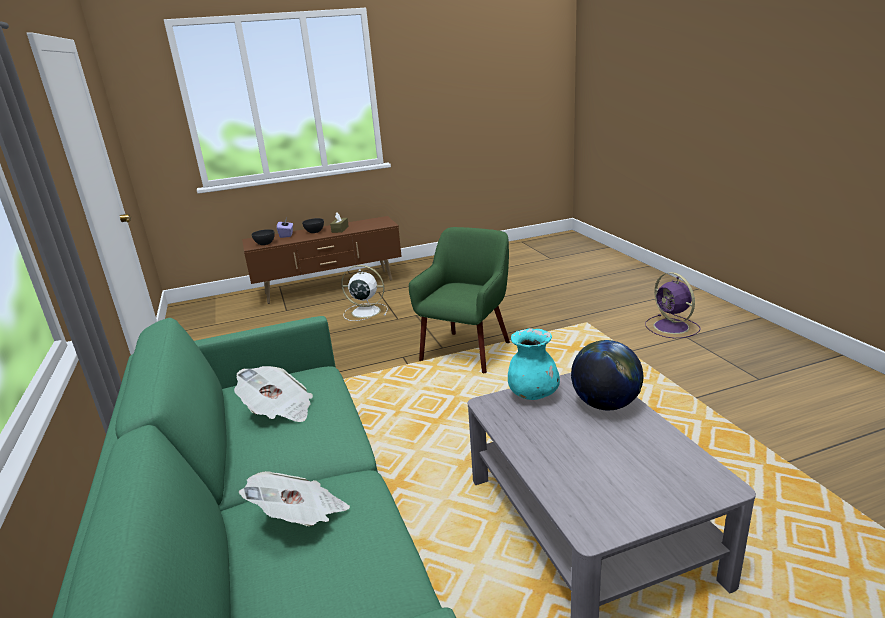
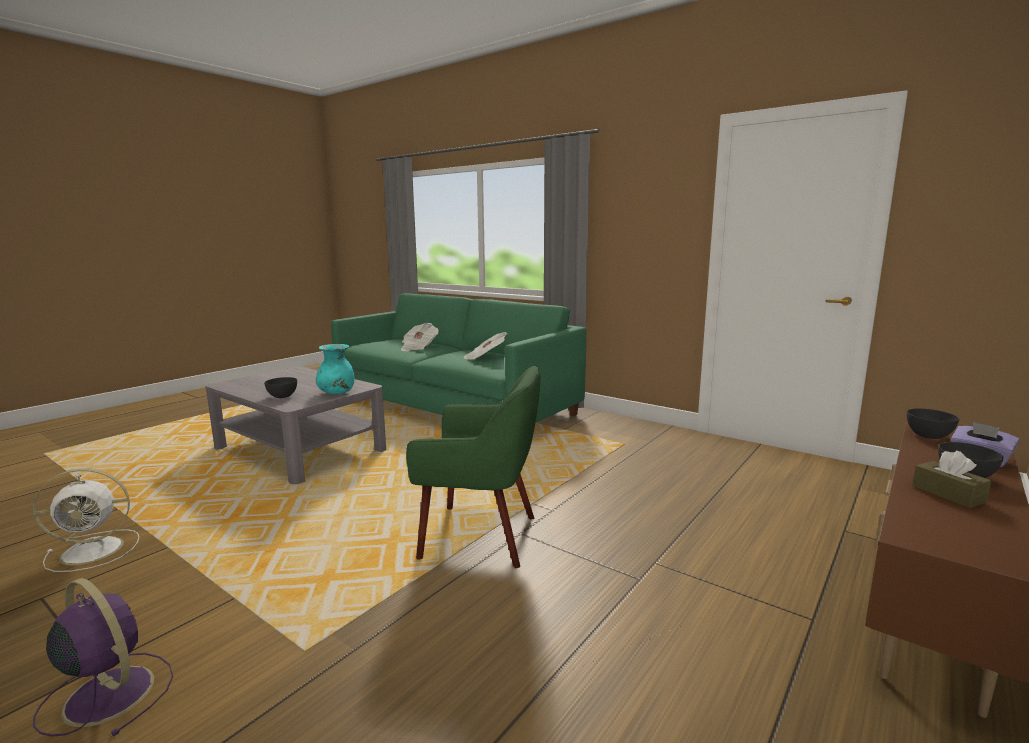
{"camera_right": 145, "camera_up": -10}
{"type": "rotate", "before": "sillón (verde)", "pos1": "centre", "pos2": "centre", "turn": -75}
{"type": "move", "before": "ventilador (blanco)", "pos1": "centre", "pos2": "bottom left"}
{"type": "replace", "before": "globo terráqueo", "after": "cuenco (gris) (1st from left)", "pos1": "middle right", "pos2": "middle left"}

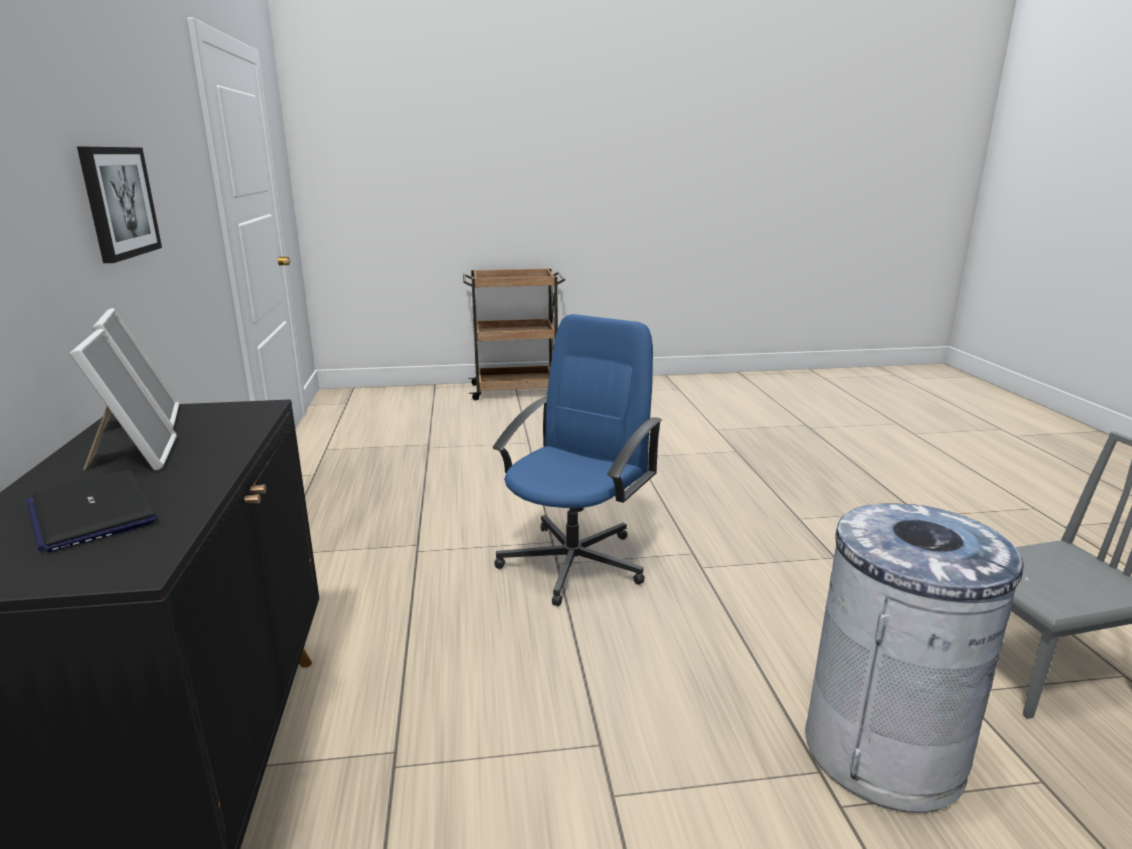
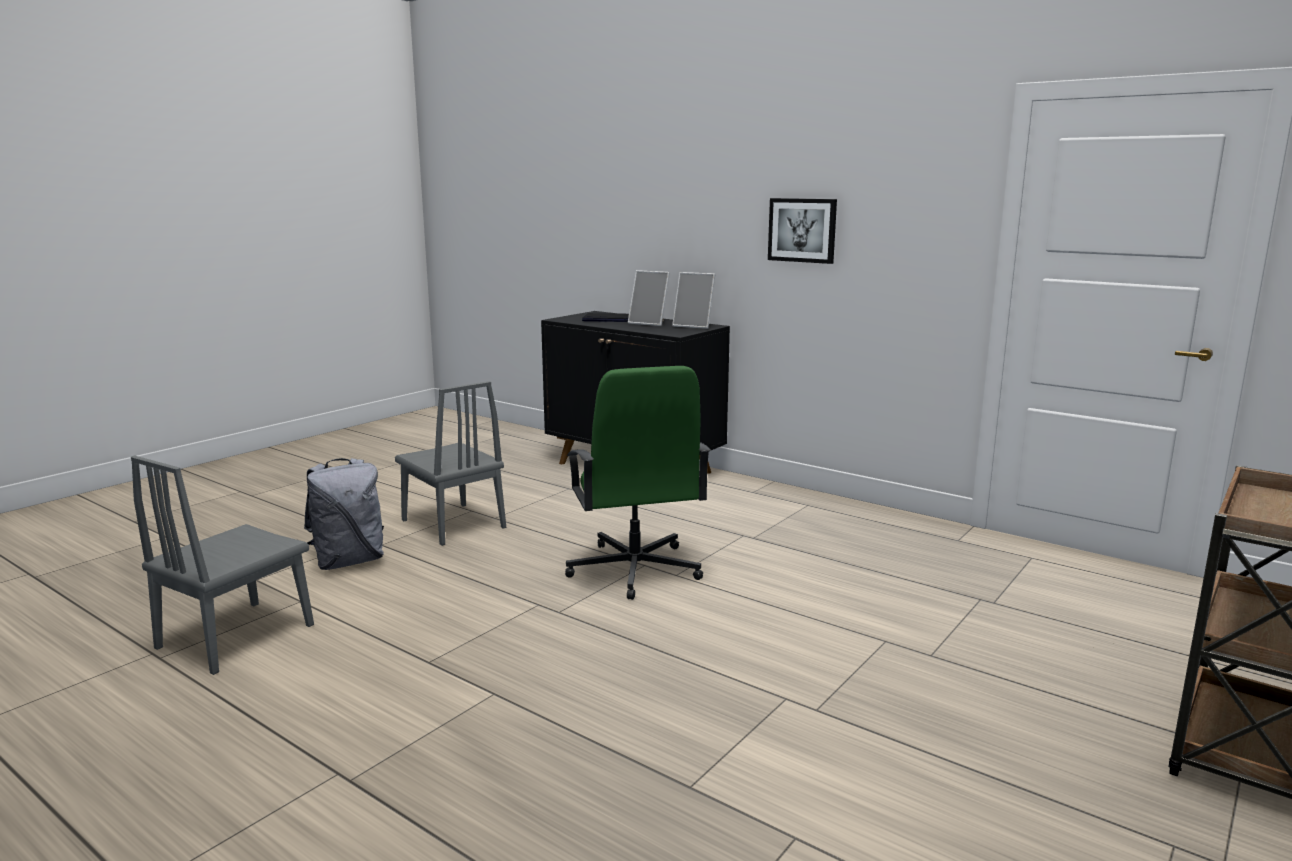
{"camera_right": 135, "camera_up": -5}
{"type": "recolor", "before": "silla de oficina (azul)", "after": "silla de oficina (verde)", "pos1": "centre", "pos2": "centre"}
{"type": "replace", "before": "papelera (gris)", "after": "mochila (gris)", "pos1": "bottom right", "pos2": "middle left"}
{"type": "insert", "after": "silla (gris) (2nd from left)", "pos2": "centre"}

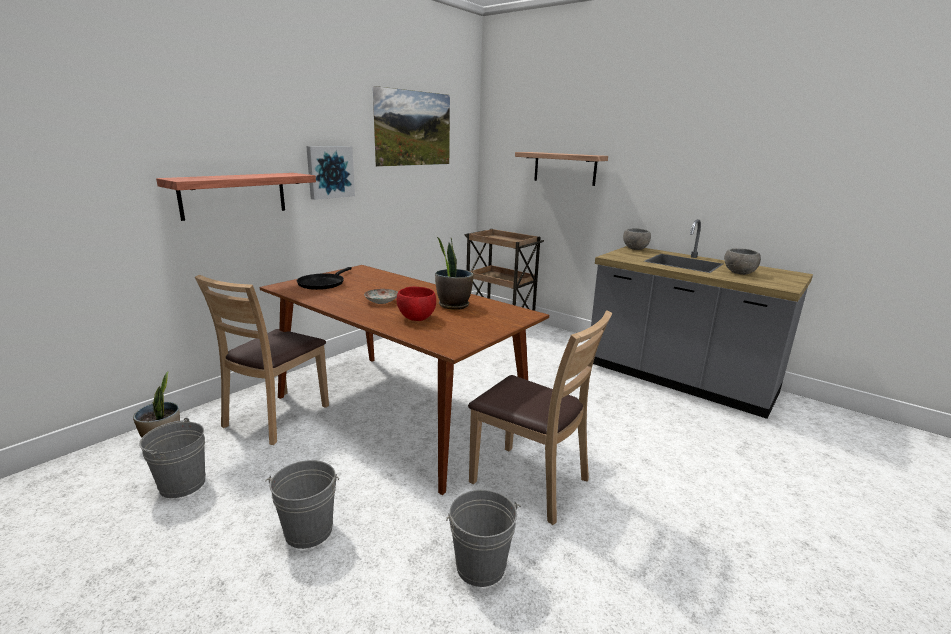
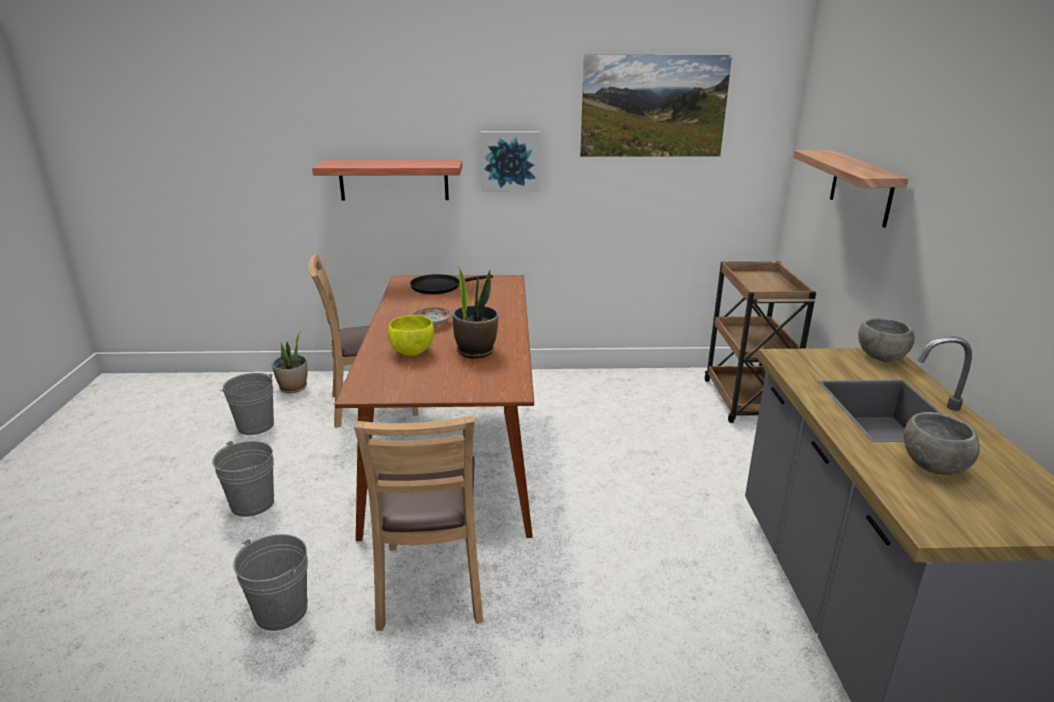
{"camera_right": 50, "camera_up": 5}
{"type": "recolor", "before": "cuenco (rojo)", "after": "cuenco (amarillo)", "pos1": "centre", "pos2": "centre"}

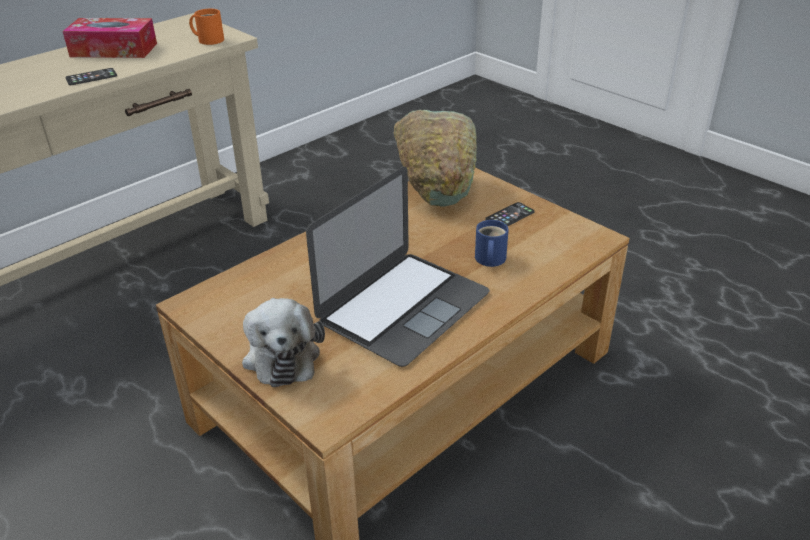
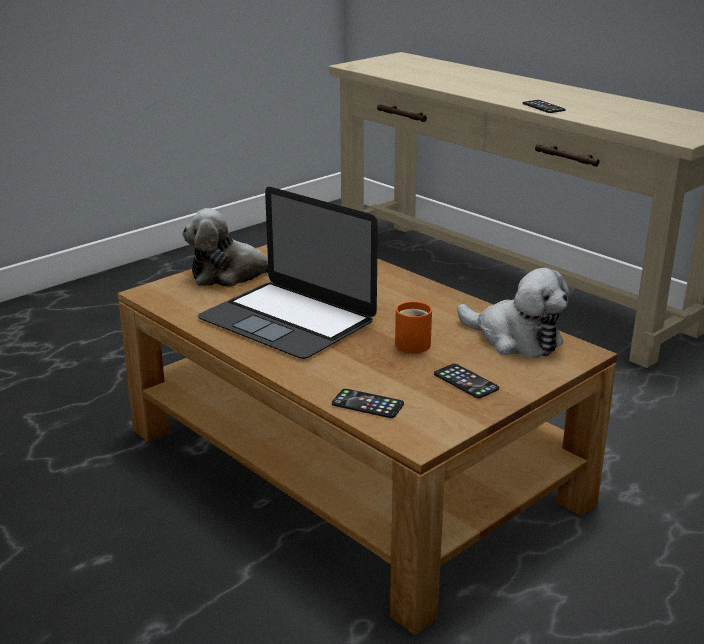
{"camera_right": 90, "camera_up": -10}
{"type": "move", "before": "taza grande (naranja)", "pos1": "top left", "pos2": "centre"}
{"type": "delete", "before": "caja de pañuelos", "pos1": "top left"}
{"type": "replace", "before": "cuenco (verde)", "after": "peluche (2nd from left)", "pos1": "top centre", "pos2": "middle right"}
{"type": "delete", "before": "taza grande (azul)", "pos1": "centre"}
{"type": "insert", "after": "móvil (1st from left)", "pos2": "centre"}

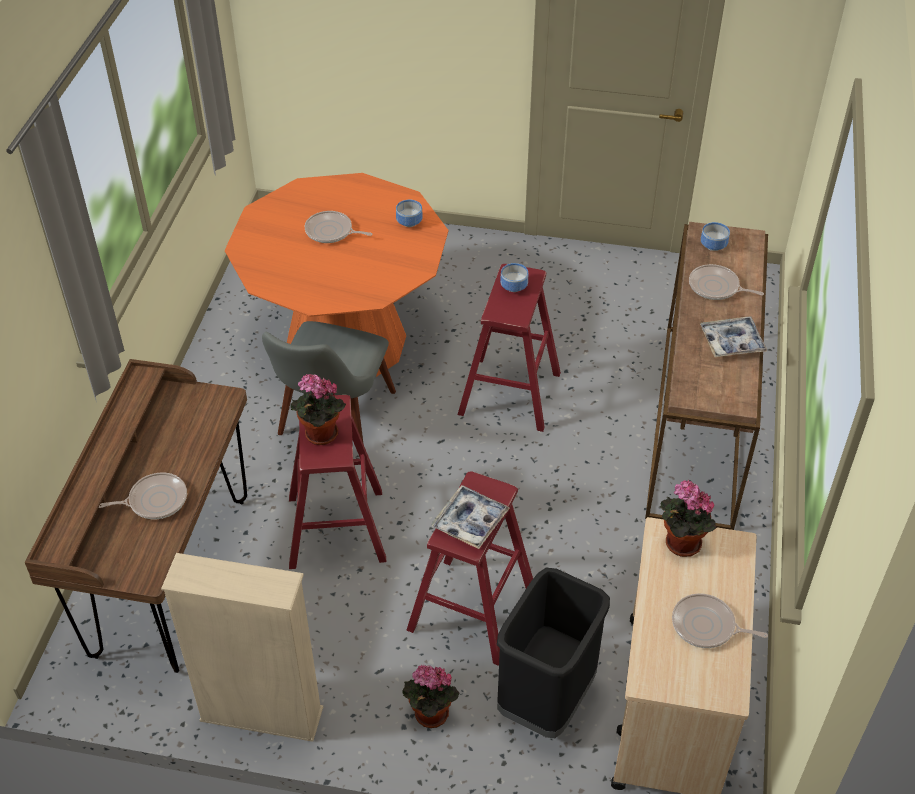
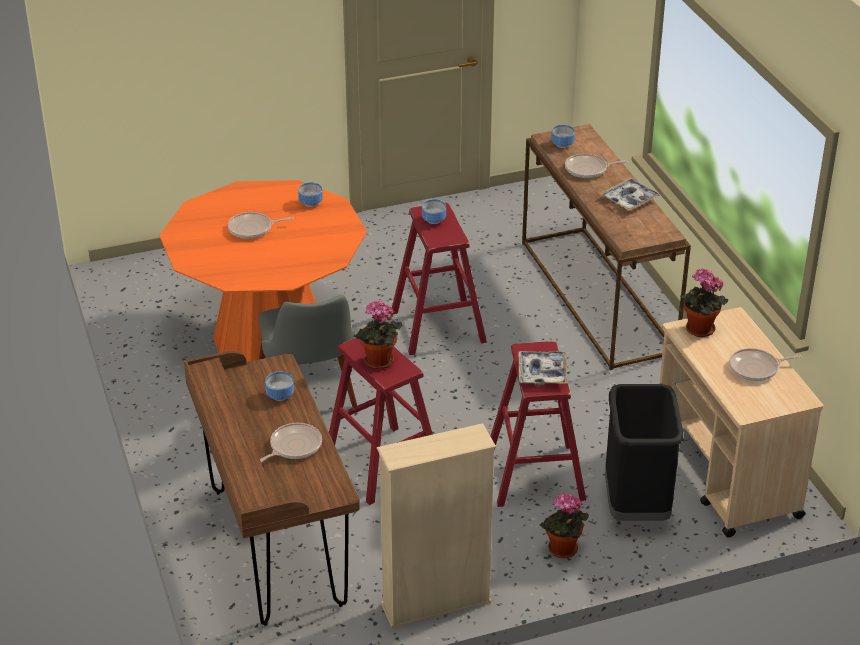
{"camera_right": -30, "camera_up": -10}
{"type": "insert", "after": "cuenco (1st from left)", "pos2": "middle left"}

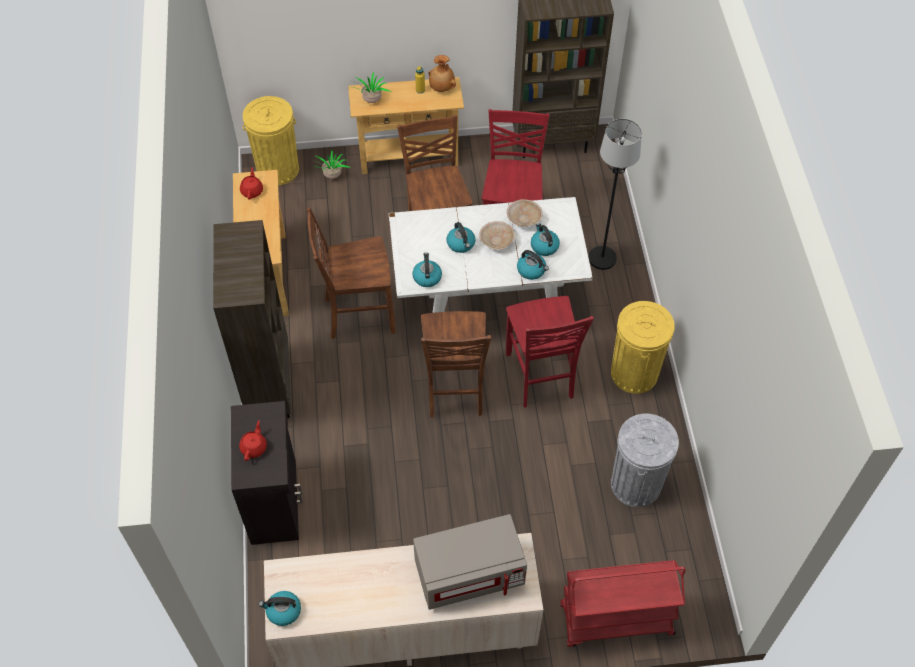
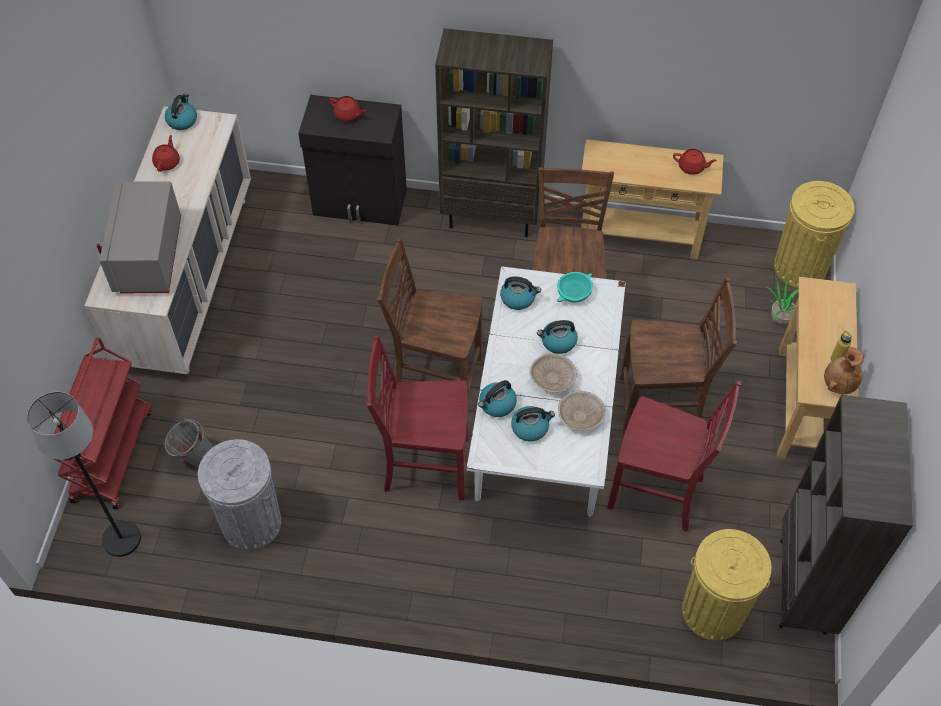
{"camera_right": 105, "camera_up": 0}
{"type": "delete", "before": "planta en maceta (2nd from left)", "pos1": "top centre"}
{"type": "move", "before": "lámpara de pie (negro)", "pos1": "top right", "pos2": "bottom left"}
{"type": "move", "before": "papelera (amarillo) (2nd from left in the first image)", "after": "papelera (amarillo) (1st from left)", "pos1": "middle right", "pos2": "bottom right"}
{"type": "insert", "after": "tetera (rojo) (1st from left)", "pos2": "top left"}
{"type": "insert", "after": "cuenco (turquesa)", "pos2": "centre"}
{"type": "insert", "after": "cubo (gris)", "pos2": "middle left"}

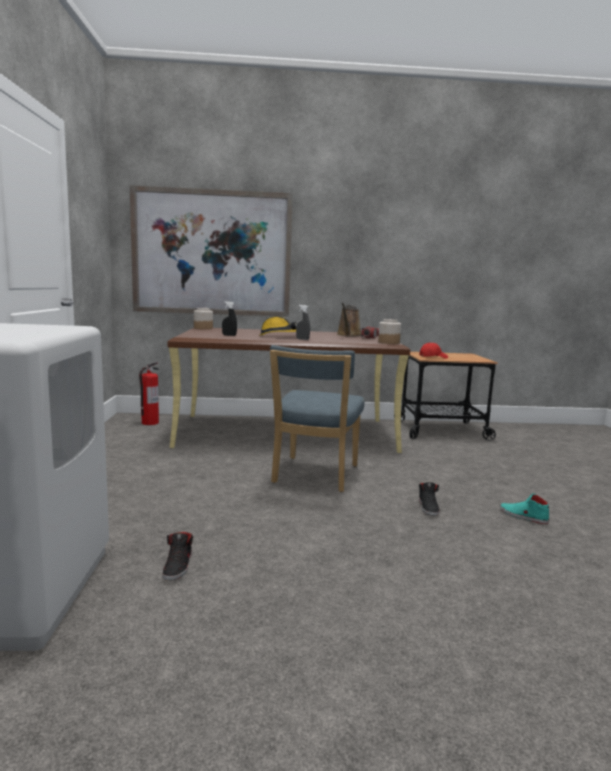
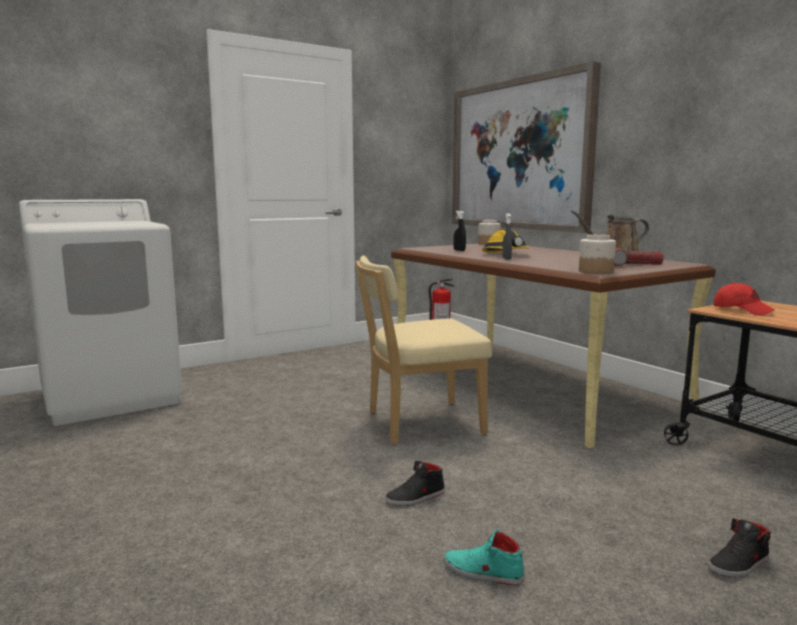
{"camera_right": 60, "camera_up": 0}
{"type": "recolor", "before": "silla (azul)", "after": "silla (beis)", "pos1": "centre", "pos2": "centre"}
{"type": "rotate", "before": "zapato (turquesa)", "pos1": "middle right", "pos2": "bottom centre", "turn": -75}
{"type": "move", "before": "zapato (negro) (1st from left in the first image)", "after": "zapato (negro) (2nd from left)", "pos1": "bottom left", "pos2": "bottom right"}

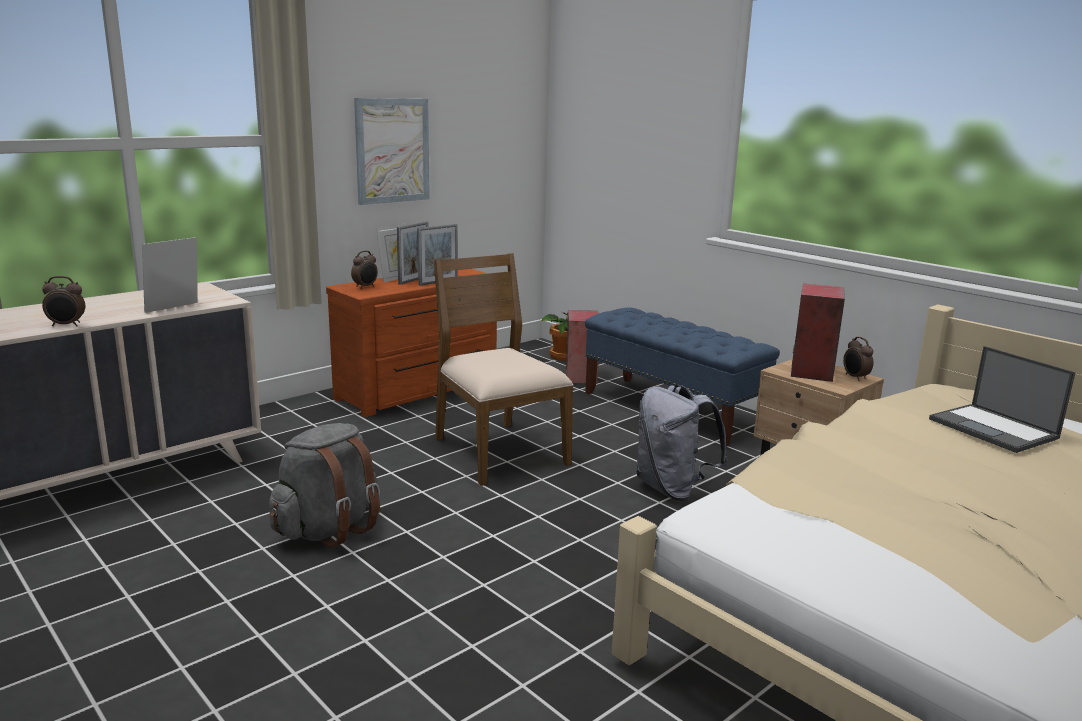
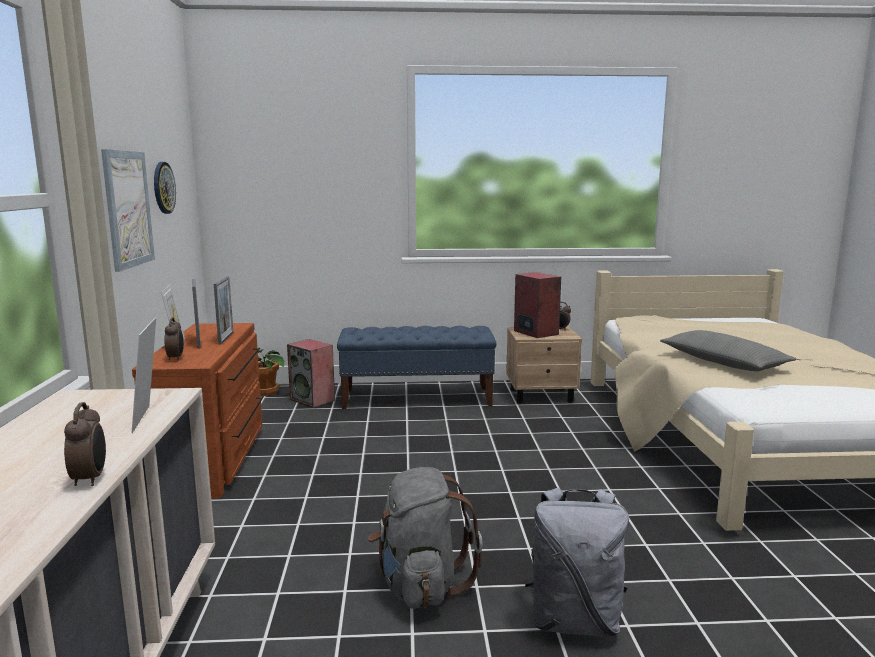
{"camera_right": -50, "camera_up": -5}
{"type": "delete", "before": "silla (marrón)", "pos1": "centre"}
{"type": "rotate", "before": "despertador (1st from left)", "pos1": "middle left", "pos2": "bottom left", "turn": -45}
{"type": "delete", "before": "portátil", "pos1": "middle right"}
{"type": "move", "before": "mochila (gris) (2nd from left)", "pos1": "centre", "pos2": "bottom centre"}
{"type": "insert", "after": "reloj de pared", "pos2": "top left"}
{"type": "insert", "after": "cojín (gris)", "pos2": "middle right"}

